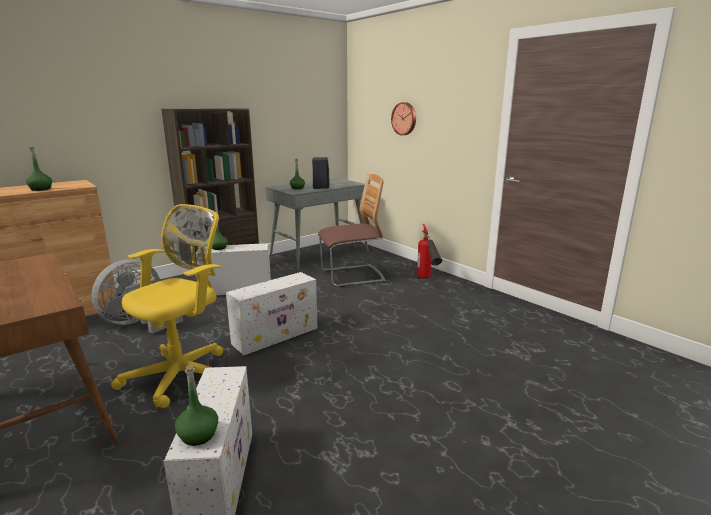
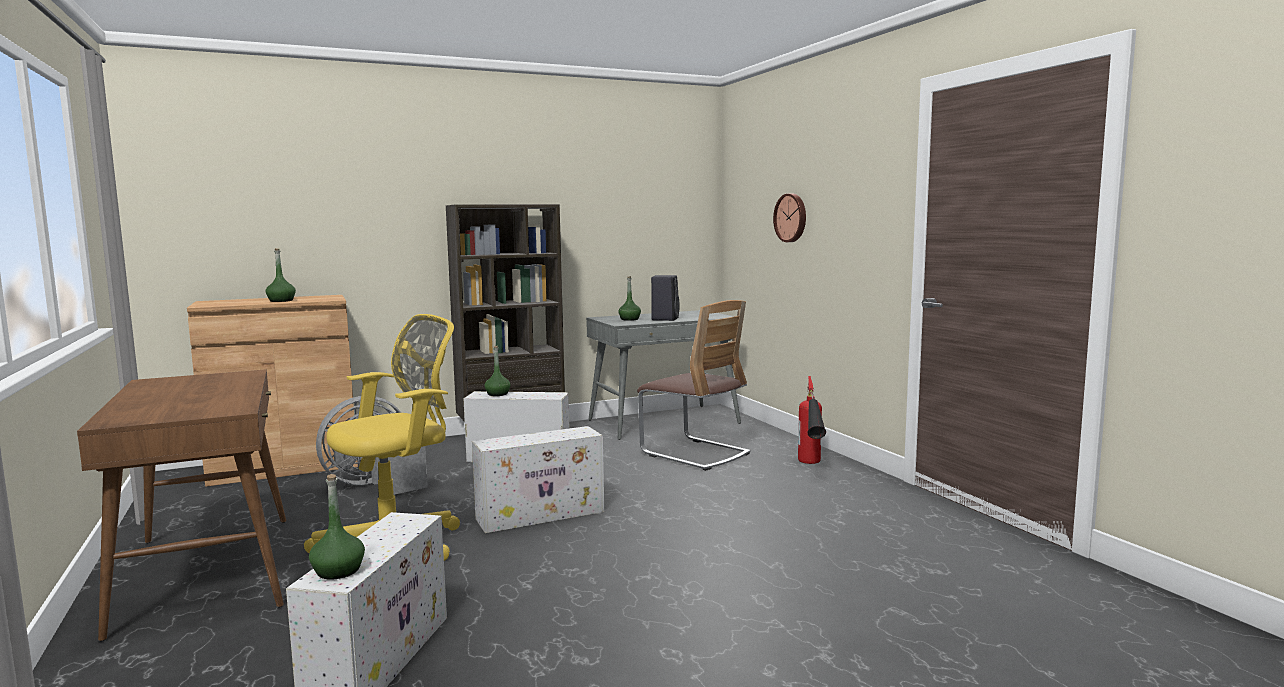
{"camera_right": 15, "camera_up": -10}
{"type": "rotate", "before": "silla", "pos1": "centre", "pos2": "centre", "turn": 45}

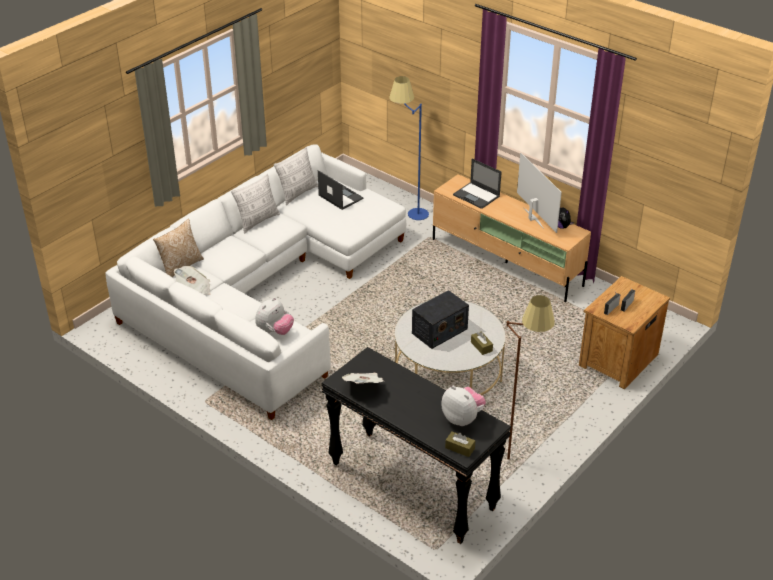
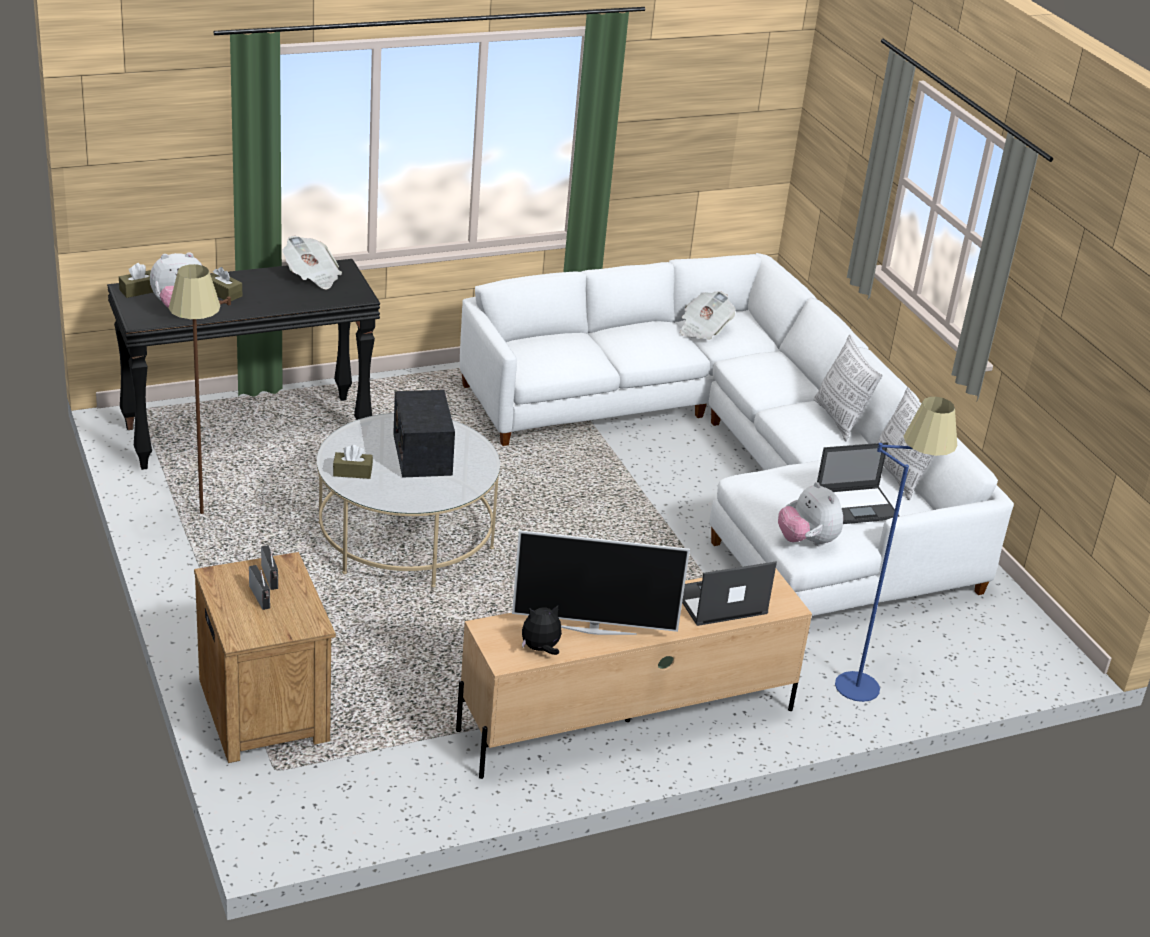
{"camera_right": 115, "camera_up": -5}
{"type": "delete", "before": "cojín (1st from left)", "pos1": "middle left"}
{"type": "move", "before": "peluche (1st from left in the first image)", "after": "peluche (3rd from left)", "pos1": "centre", "pos2": "middle right"}
{"type": "insert", "after": "caja de pañuelos (marrón) (2nd from left)", "pos2": "top left"}

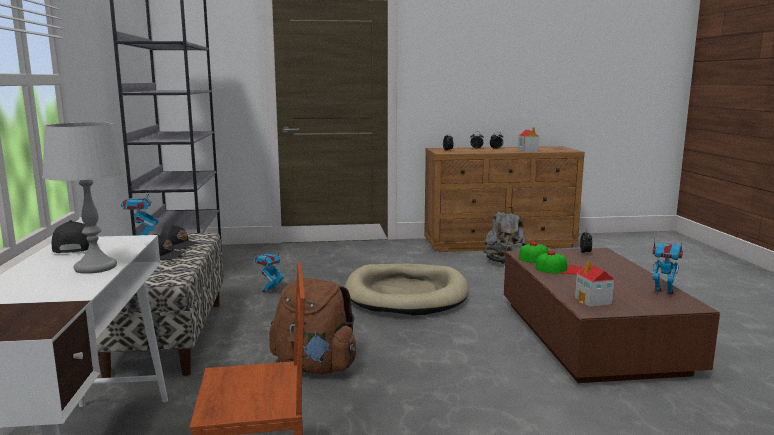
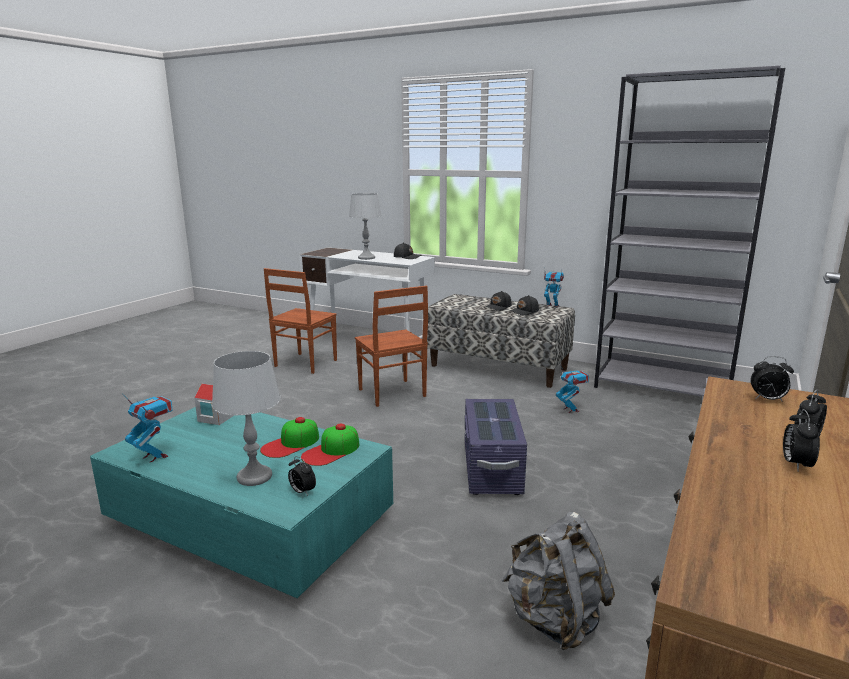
{"camera_right": 125, "camera_up": 5}
{"type": "delete", "before": "casita (1st from left)", "pos1": "top right"}
{"type": "rotate", "before": "robot de juguete (3rd from left in the first image)", "pos1": "middle right", "pos2": "middle left", "turn": -120}
{"type": "recolor", "before": "mesa de centro (marrón)", "after": "mesa de centro (turquesa)", "pos1": "bottom right", "pos2": "bottom left"}
{"type": "replace", "before": "cama para perro (beis)", "after": "caja de almacenaje (morado)", "pos1": "bottom centre", "pos2": "centre"}
{"type": "replace", "before": "mochila (marrón)", "after": "silla (marrón) (2nd from left)", "pos1": "bottom centre", "pos2": "centre"}
{"type": "insert", "after": "lámpara de mesa (gris) (1st from left)", "pos2": "middle left"}

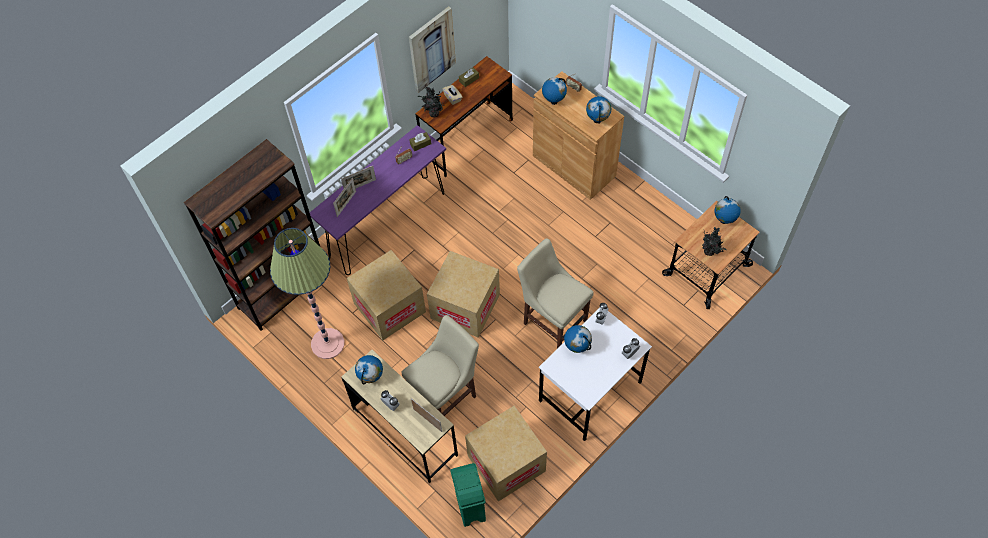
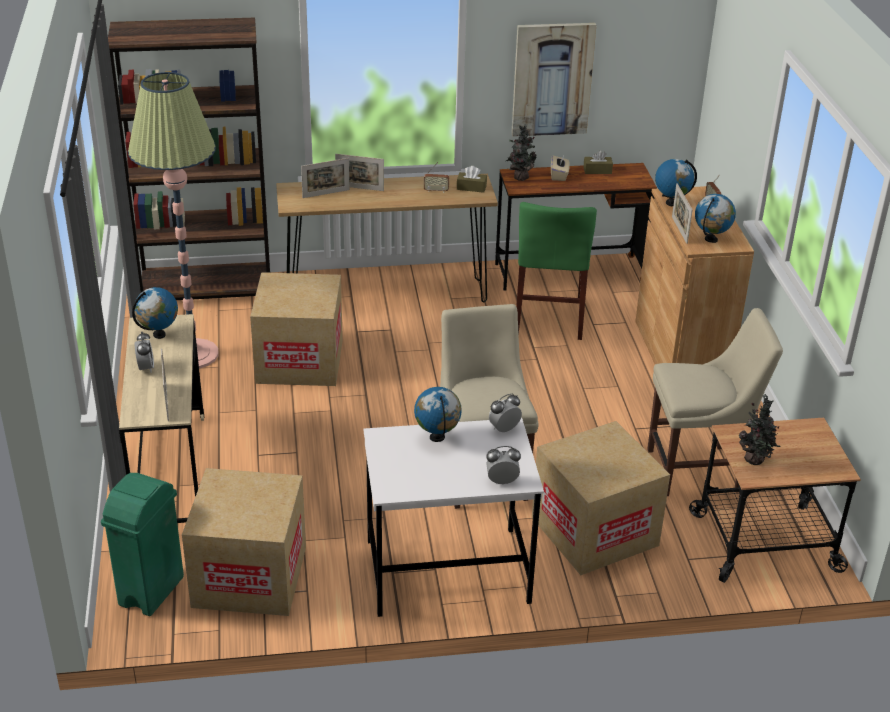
{"camera_right": 35, "camera_up": -25}
{"type": "recolor", "before": "mesa consola (morado)", "after": "mesa consola (marrón)", "pos1": "centre", "pos2": "centre"}
{"type": "delete", "before": "globo terráqueo (5th from left)", "pos1": "middle right"}
{"type": "move", "before": "caja de cartón (2nd from left in the first image)", "after": "caja de cartón (3rd from left)", "pos1": "centre", "pos2": "bottom right"}
{"type": "move", "before": "silla (beis) (1st from left in the first image)", "after": "silla (beis) (2nd from left)", "pos1": "bottom centre", "pos2": "middle right"}
{"type": "insert", "after": "portarretratos (4th from left)", "pos2": "top right"}
{"type": "insert", "after": "silla (verde)", "pos2": "centre"}

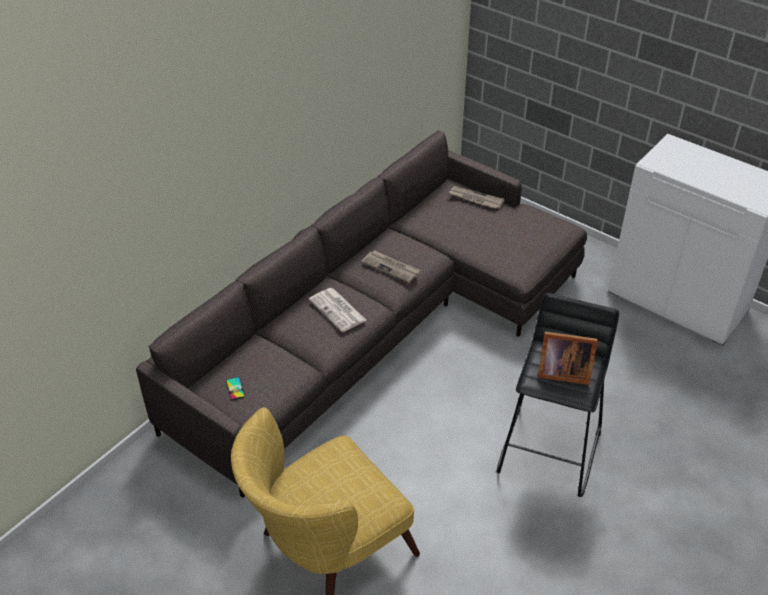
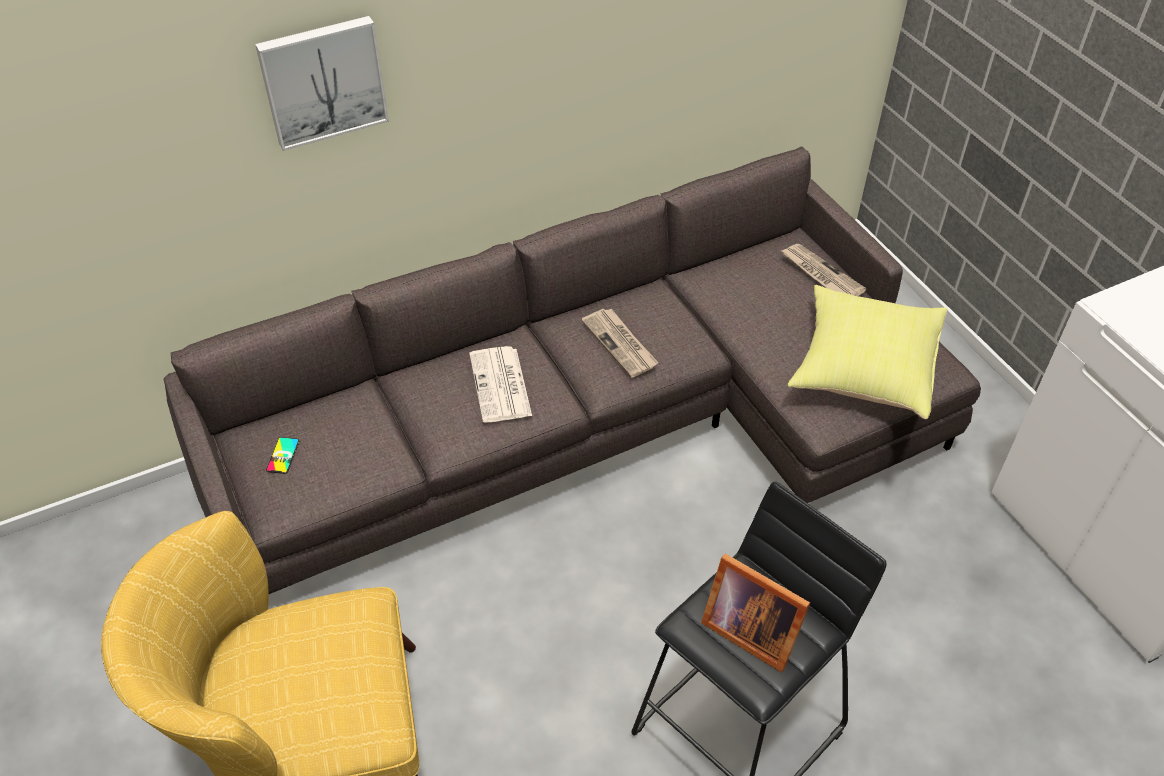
{"camera_right": 25, "camera_up": 5}
{"type": "insert", "after": "cuadro", "pos2": "top left"}
{"type": "insert", "after": "cojín (amarillo)", "pos2": "middle right"}

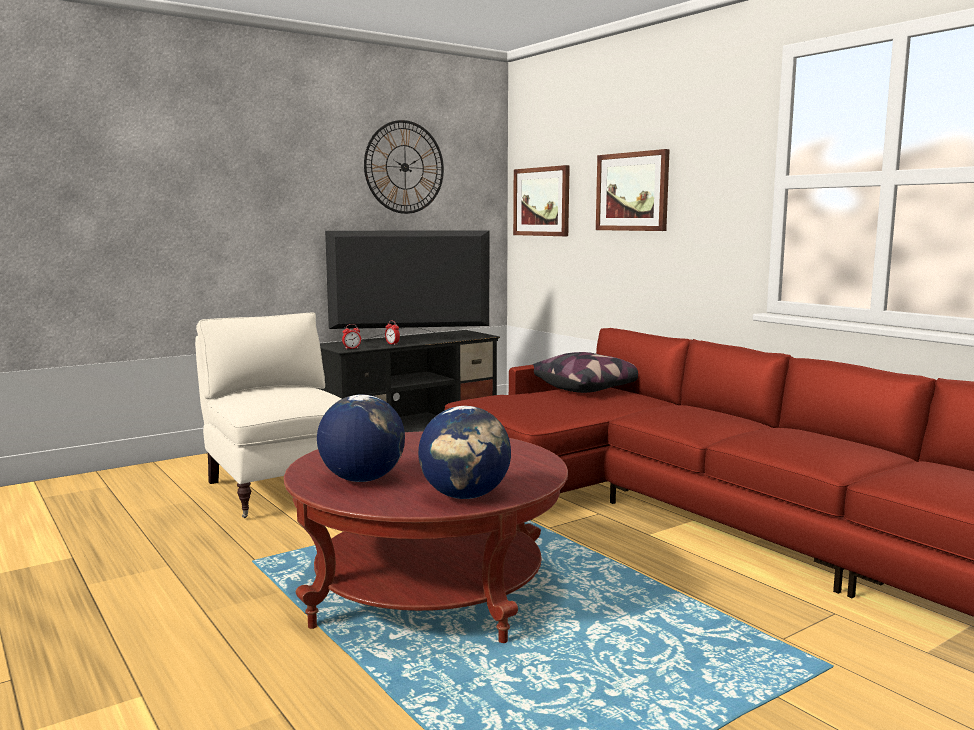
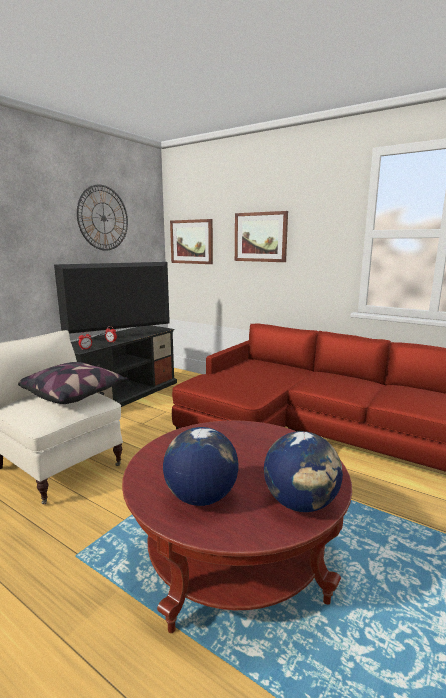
{"camera_right": -20, "camera_up": 5}
{"type": "move", "before": "cojín", "pos1": "centre", "pos2": "middle left"}

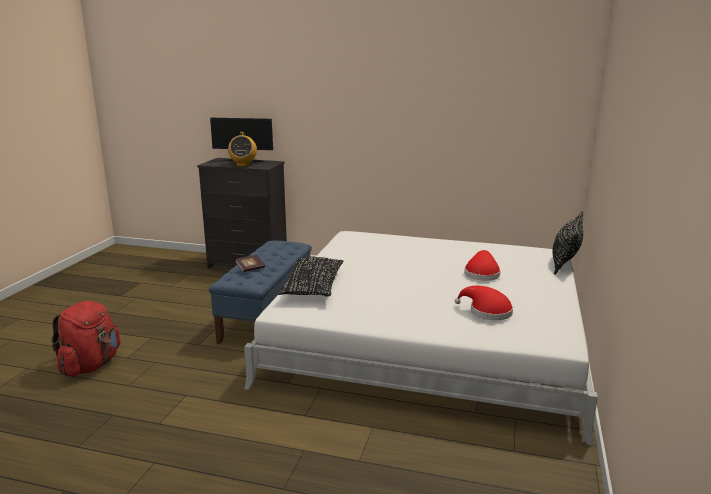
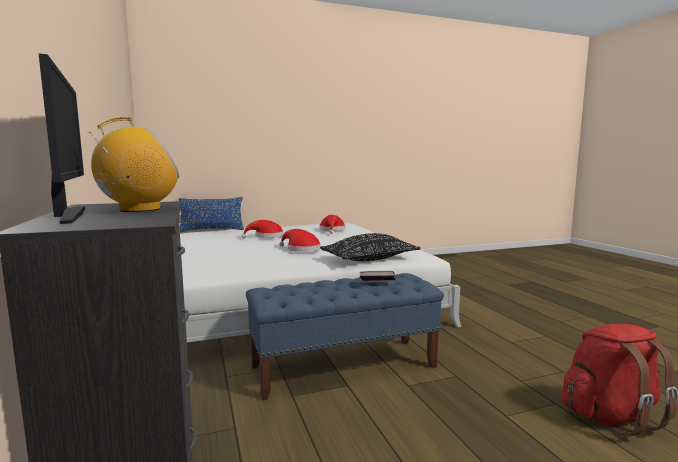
{"camera_right": -125, "camera_up": -10}
{"type": "recolor", "before": "cojín (negro) (2nd from left)", "after": "cojín (azul)", "pos1": "middle right", "pos2": "middle left"}
{"type": "insert", "after": "sombrero (rojo) (2nd from left)", "pos2": "centre"}

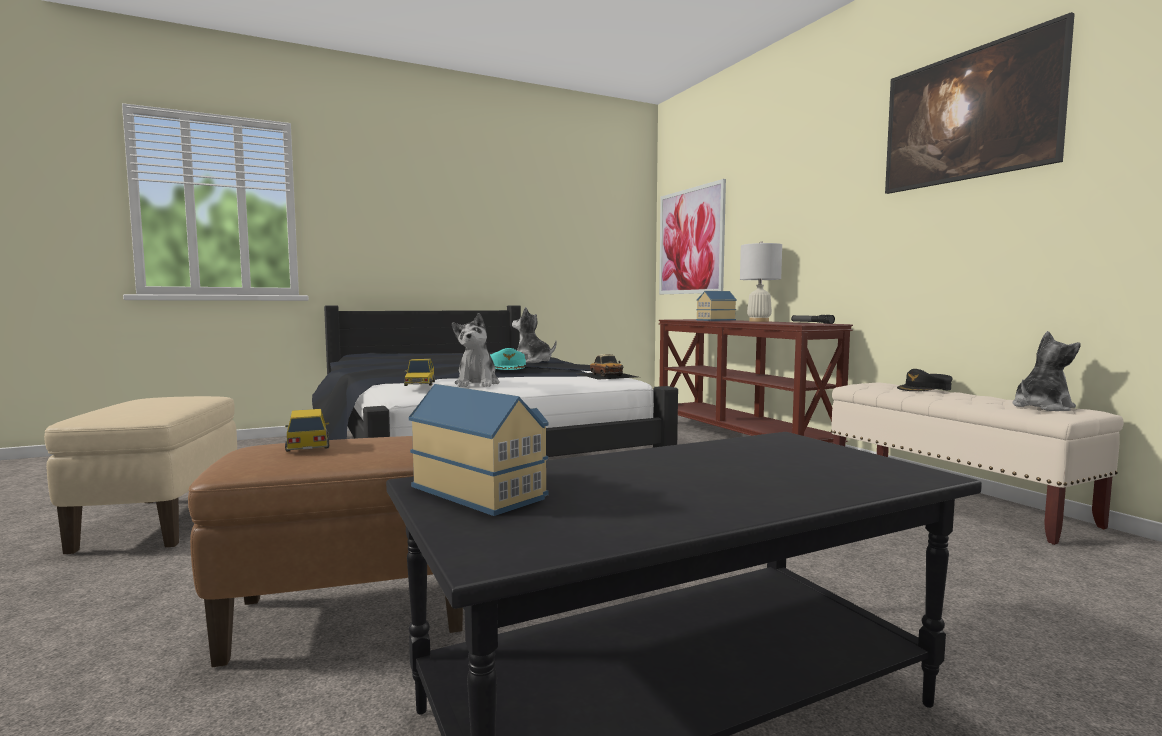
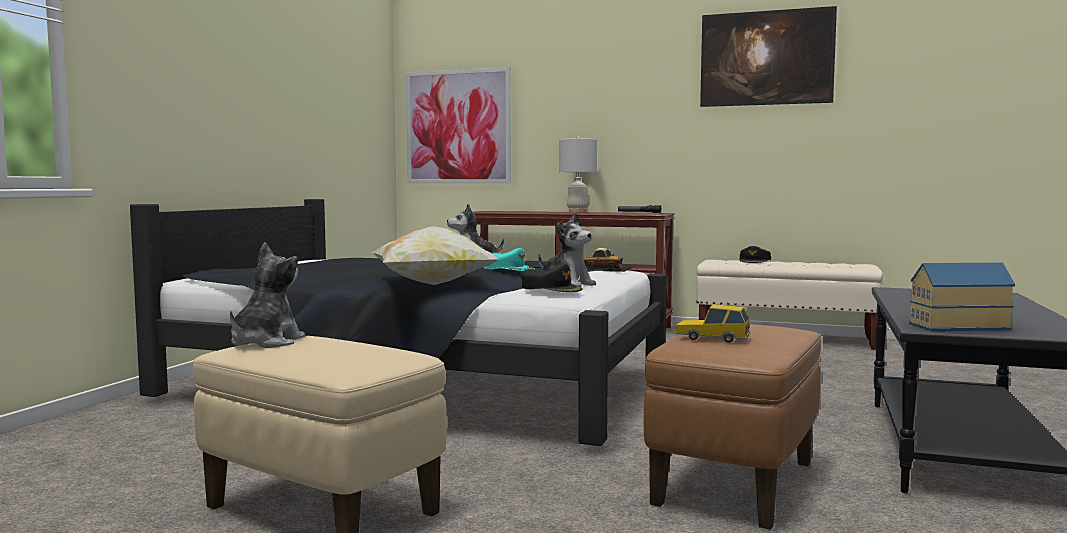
{"camera_right": -45, "camera_up": 0}
{"type": "delete", "before": "casita (2nd from left)", "pos1": "centre"}
{"type": "move", "before": "peluche (3rd from left in the first image)", "after": "peluche (1st from left)", "pos1": "middle right", "pos2": "middle left"}
{"type": "replace", "before": "coche de juguete (2nd from left)", "after": "gorra (negro) (1st from left)", "pos1": "centre", "pos2": "centre"}
{"type": "insert", "after": "cojín", "pos2": "centre"}

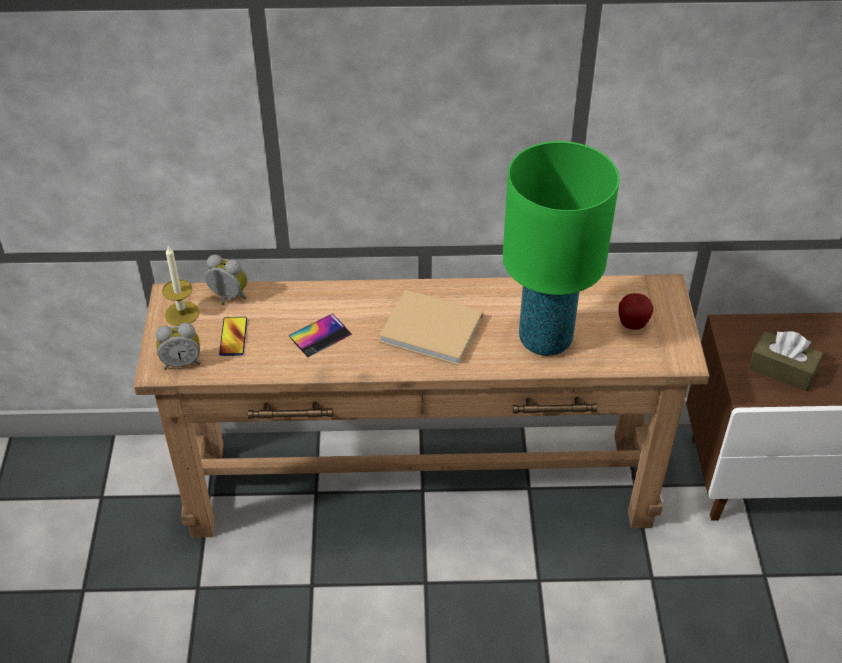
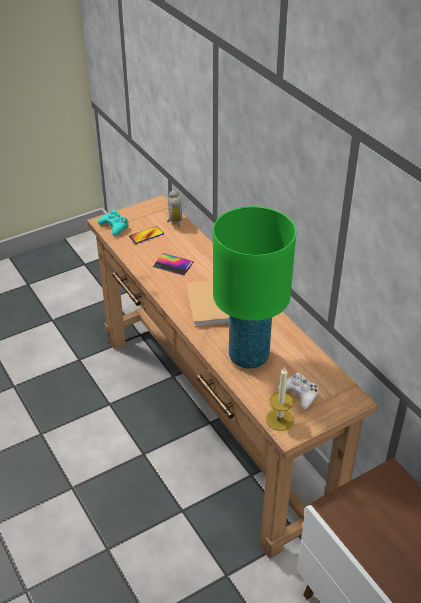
{"camera_right": 60, "camera_up": -5}
{"type": "move", "before": "vela", "pos1": "middle left", "pos2": "centre"}
{"type": "replace", "before": "manzana", "after": "mando de consola (blanco)", "pos1": "middle right", "pos2": "middle right"}
{"type": "replace", "before": "despertador (1st from left)", "after": "mando de consola (turquesa)", "pos1": "middle left", "pos2": "middle left"}
{"type": "delete", "before": "caja de pañuelos (marrón)", "pos1": "middle right"}

